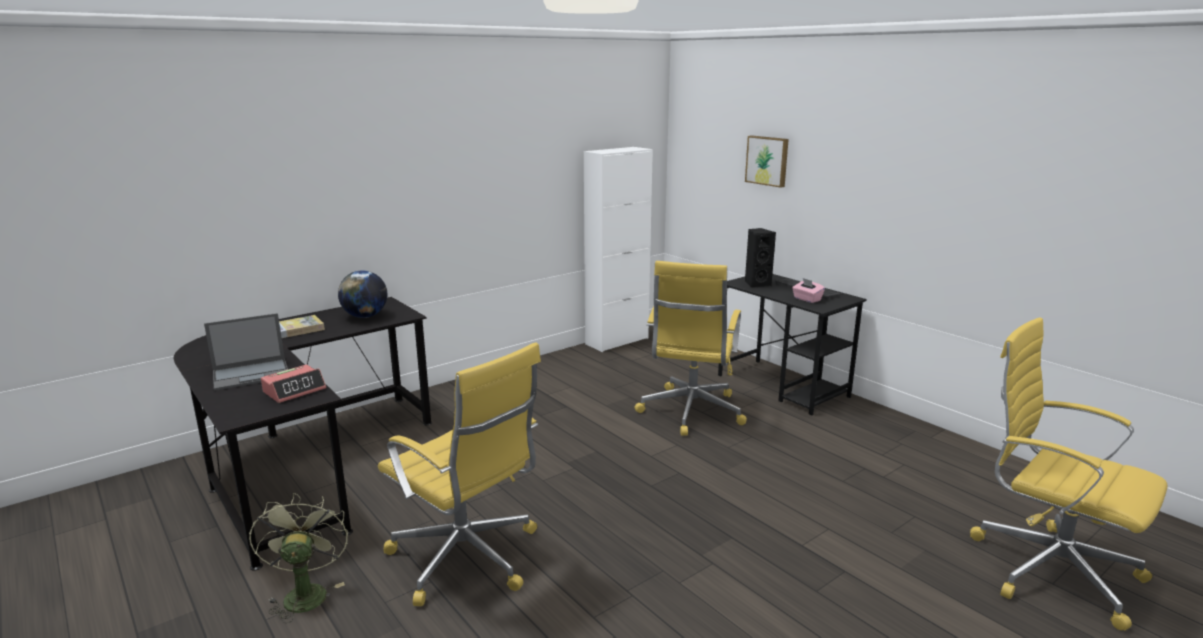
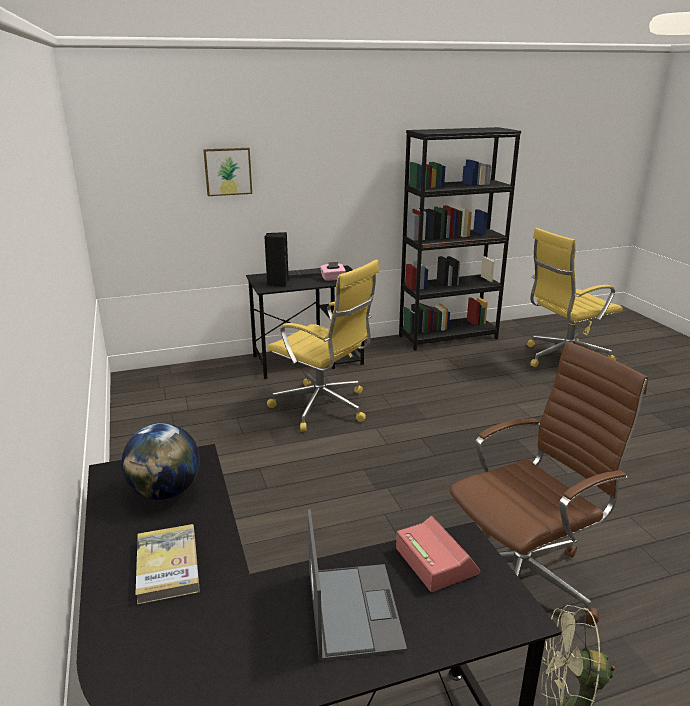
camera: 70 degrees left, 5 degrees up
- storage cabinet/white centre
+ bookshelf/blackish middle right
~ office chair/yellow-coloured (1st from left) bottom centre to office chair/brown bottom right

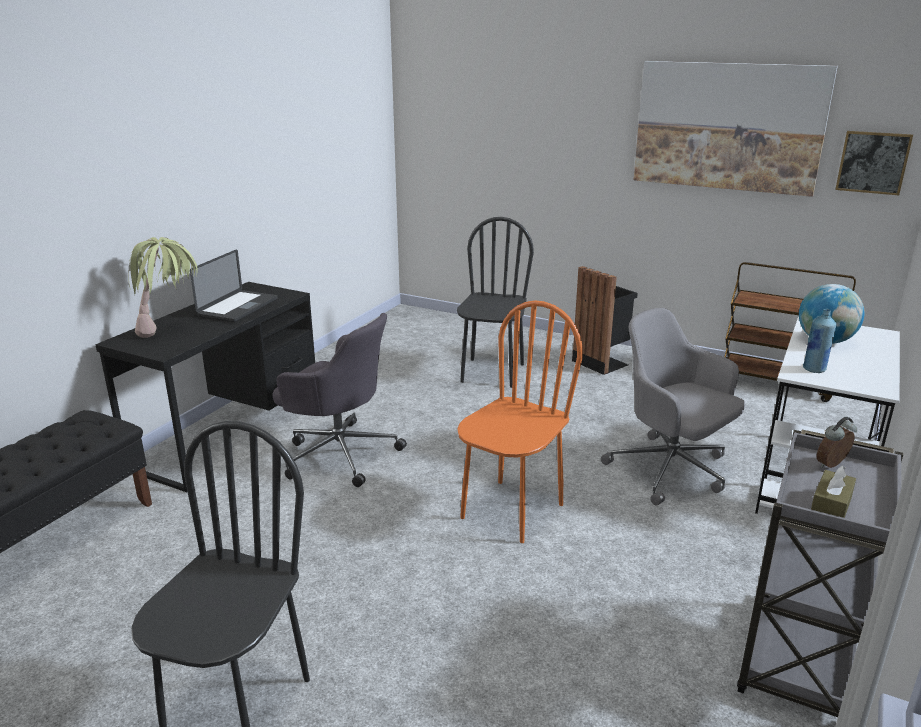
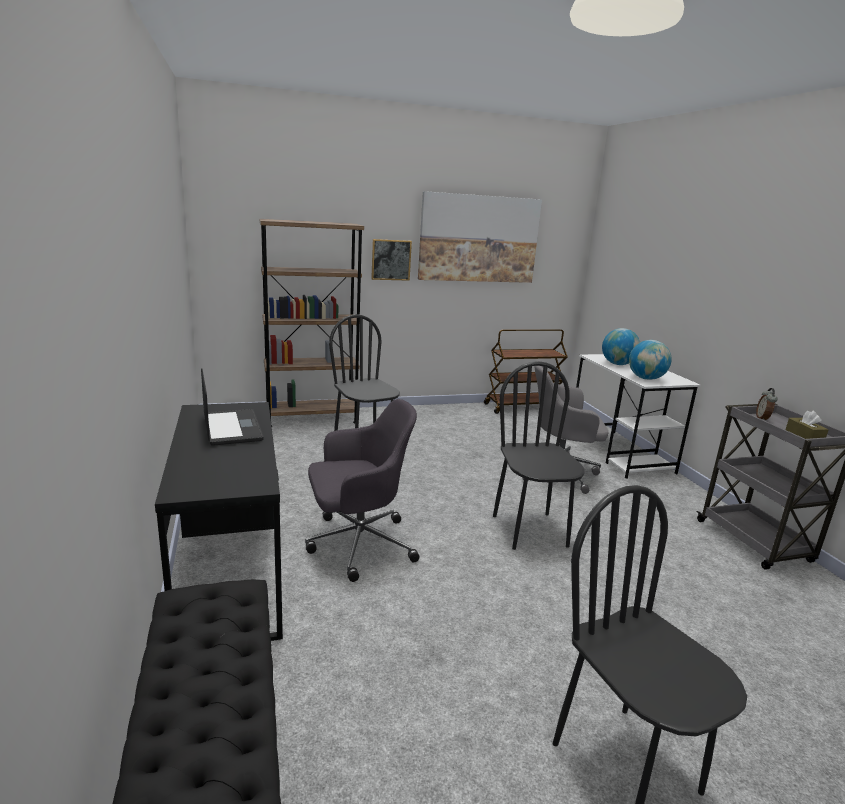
camera: 45 degrees left, 5 degrees down
- potted plant middle left
- trash can/blackish centre
+ bookshelf/brown centre
~ wall art (2nd from left in the first image) top right to wall art (1st from left) top centre
~ drink bottle/bluish middle right to desk globe (2nd from left) middle right
~ plain chair/orangey centre to plain chair/blackish (2nd from left) centre

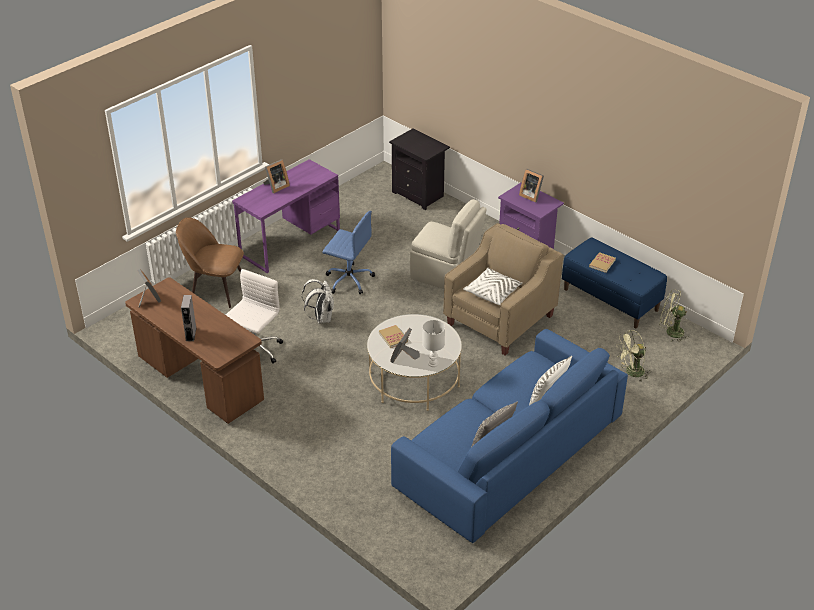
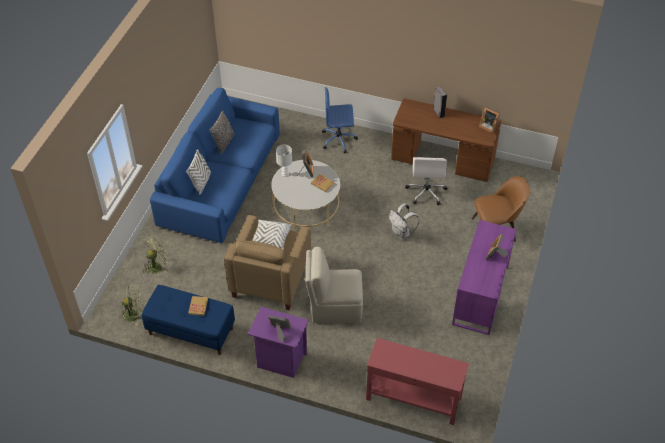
camera: 155 degrees right, 10 degrees up
~ office chair/bluish centre to top centre
~ nightstand/blackish top centre to narrow table/reddish bottom centre

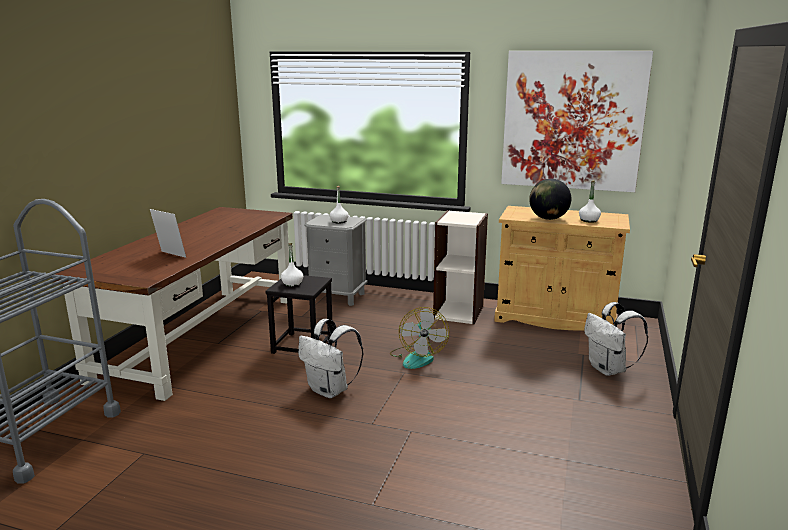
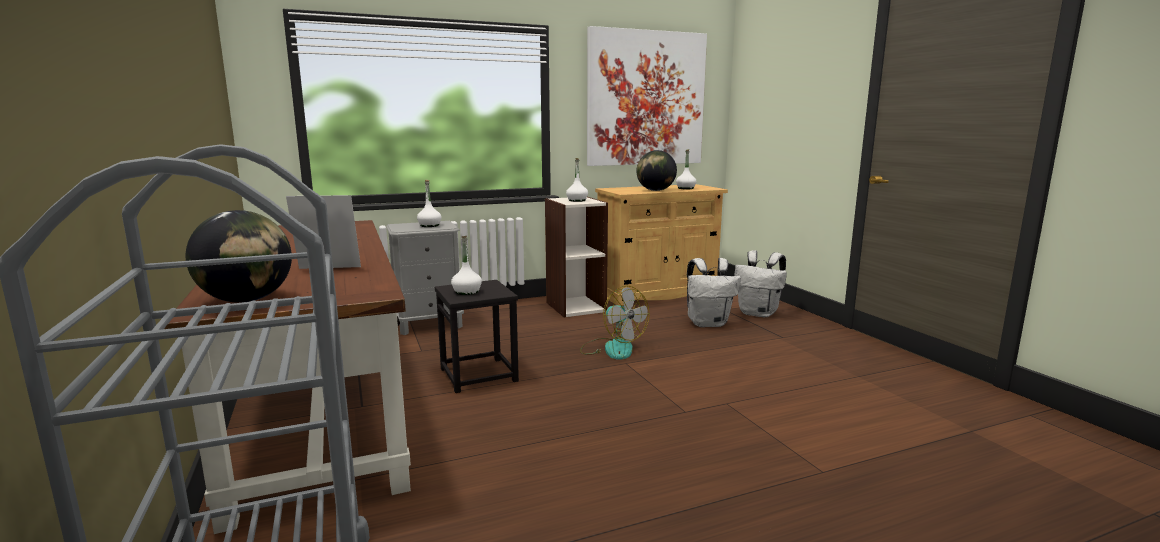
camera: 40 degrees left, 5 degrees down
+ desk globe (1st from left) middle left
+ drink bottle/white (3rd from left) top centre
~ rucksack/white (1st from left) bottom centre to centre

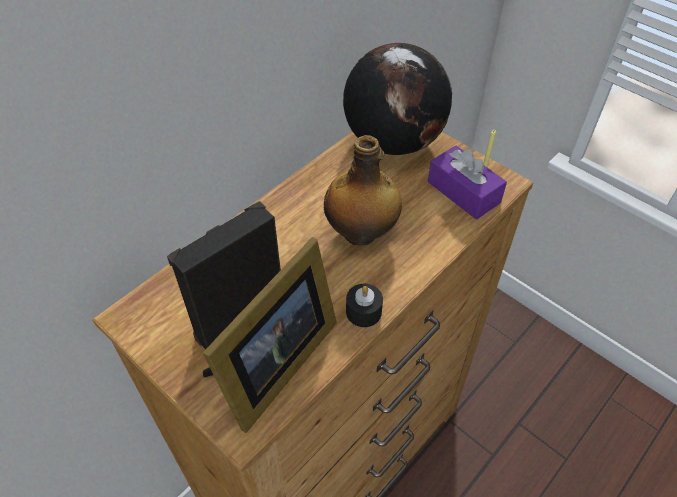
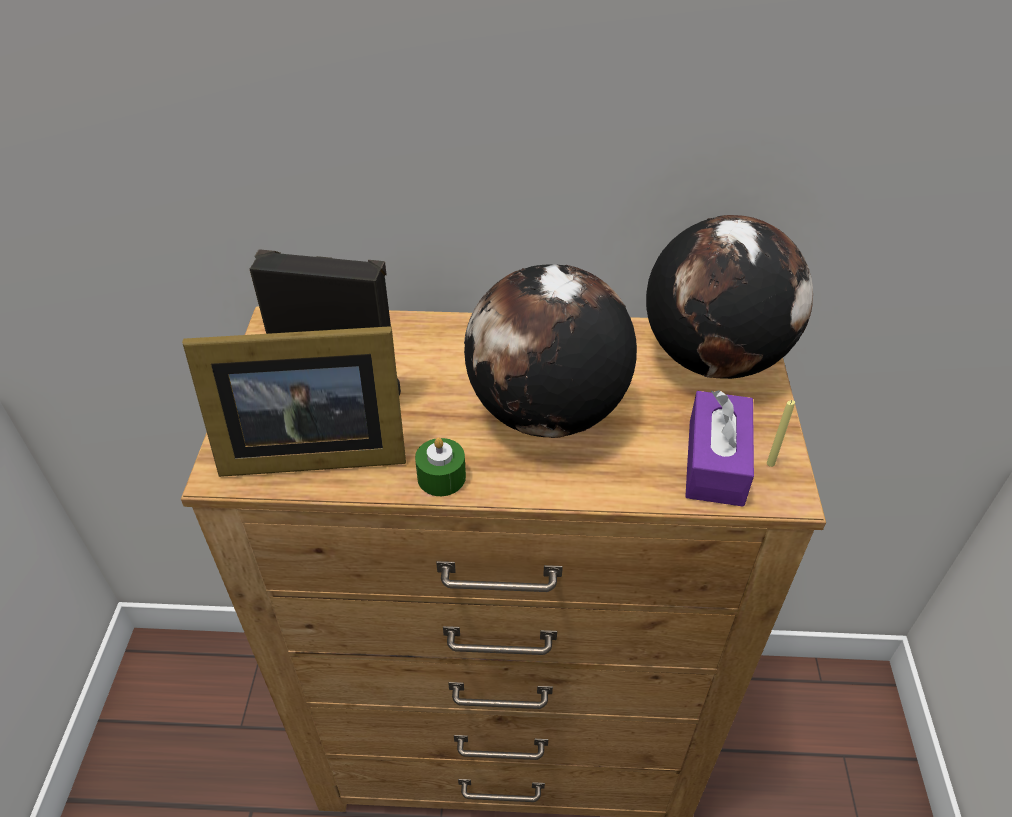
camera: 50 degrees right, 5 degrees down
~ drink bottle centre to desk globe (1st from left) centre
~ wax candle/blackish centre to wax candle/green-coloured centre

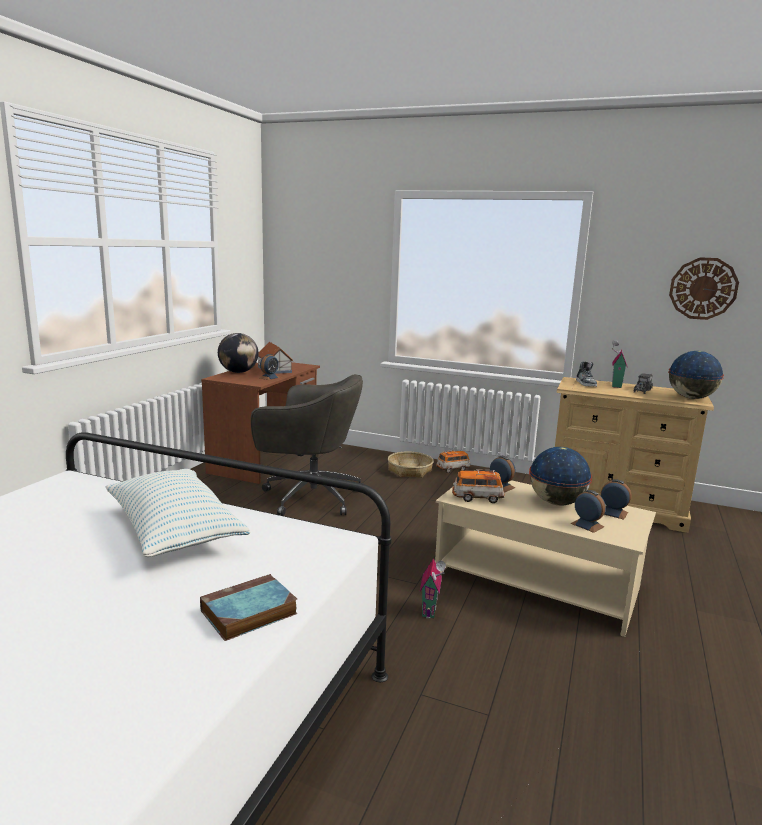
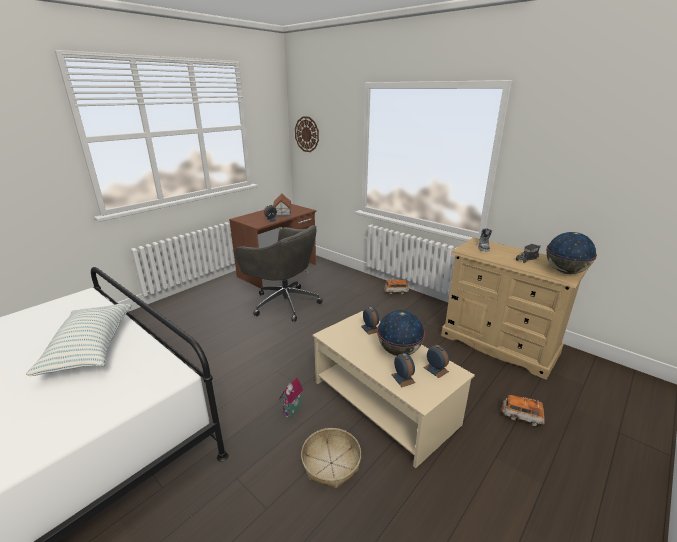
camera: 20 degrees right, 10 degrees up
- bound book bottom left
- desk globe (1st from left) middle left
- toy house (3rd from left) middle right
~ household basket centre to bottom centre
~ model car (2nd from left) centre to bottom right
~ wall clock middle right to top centre

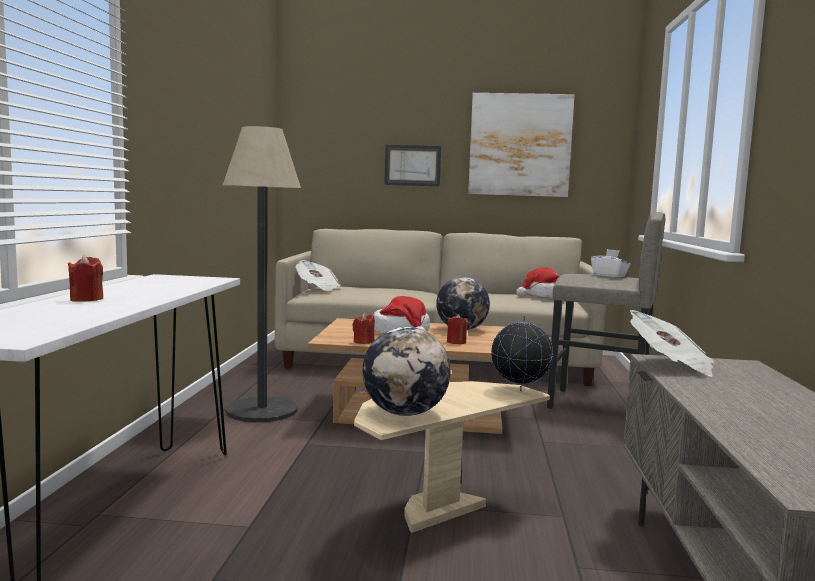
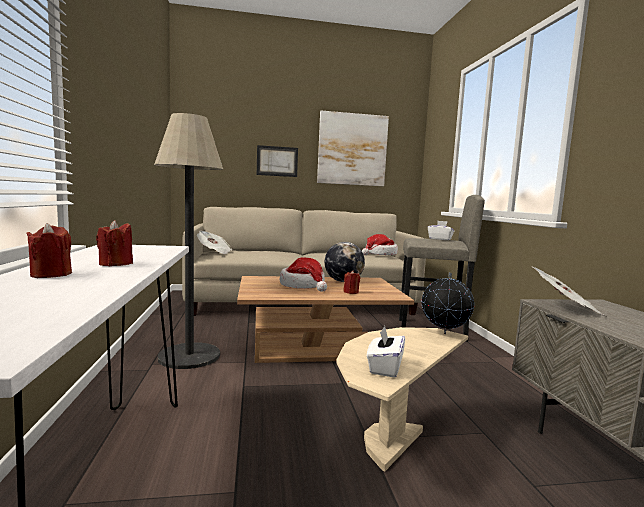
camera: 15 degrees left, 0 degrees up
~ wax candle/reddish (2nd from left) centre to middle left
~ desk globe (1st from left) centre to box of tissues/white (1st from left) bottom centre

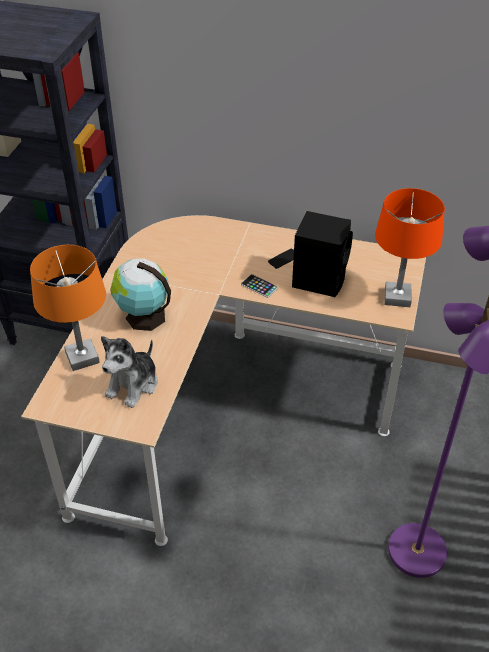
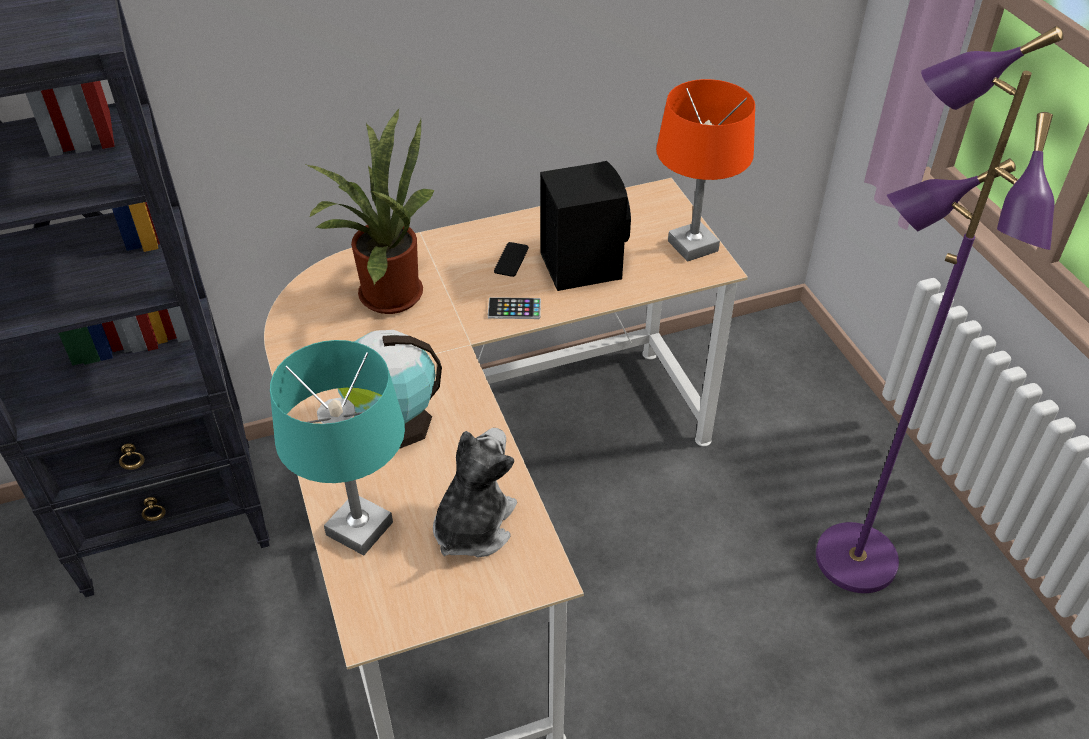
camera: 35 degrees left, 0 degrees up
+ potted plant top centre
~ tabletop lamp/orangey (1st from left) middle left to tabletop lamp/turquoise-coloured middle left
~ soft toy middle left = bottom centre 150 degrees counterclockwise

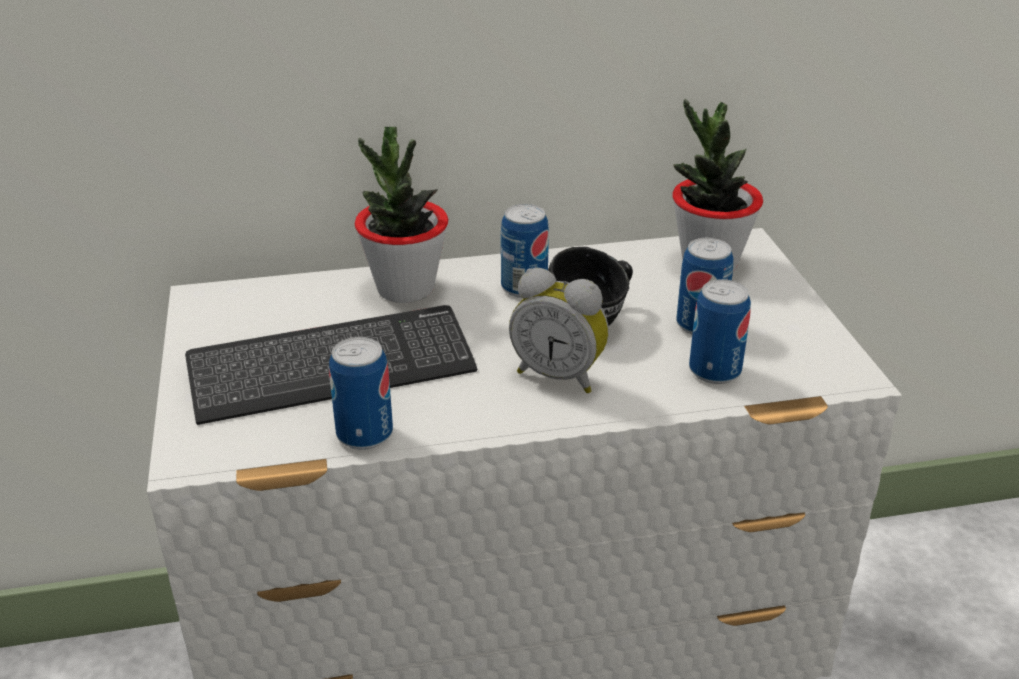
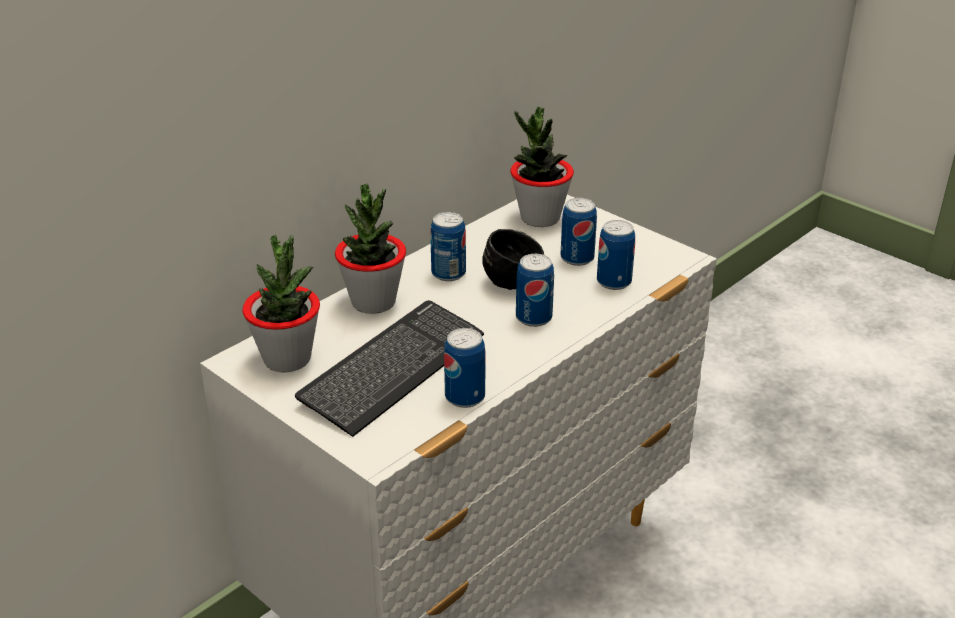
camera: 35 degrees left, 0 degrees up
+ potted plant (1st from left) middle left
~ table clock centre to metal can (3rd from left) centre

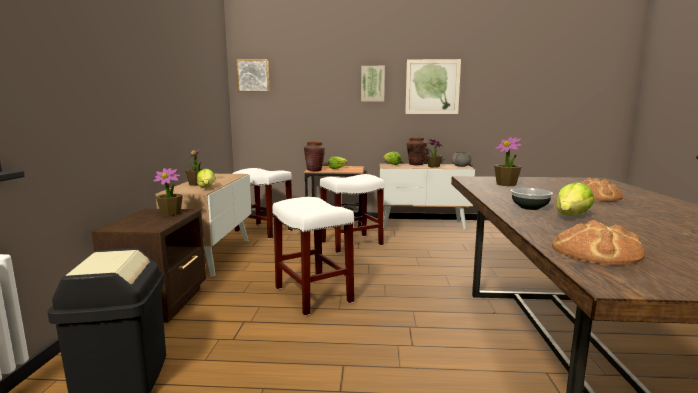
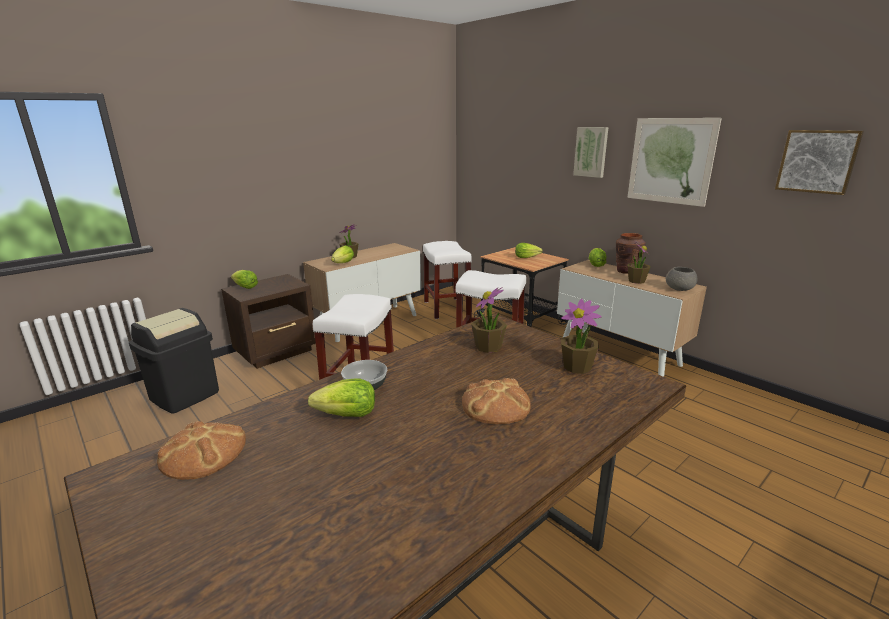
camera: 45 degrees right, 10 degrees up
- vase/brown (1st from left) centre
+ lettuce head (1st from left) middle left
~ potted plant (1st from left in the first image) middle left to potted plant (3rd from left) centre
~ wall art (1st from left in the first image) top centre to wall art (3rd from left) top right

